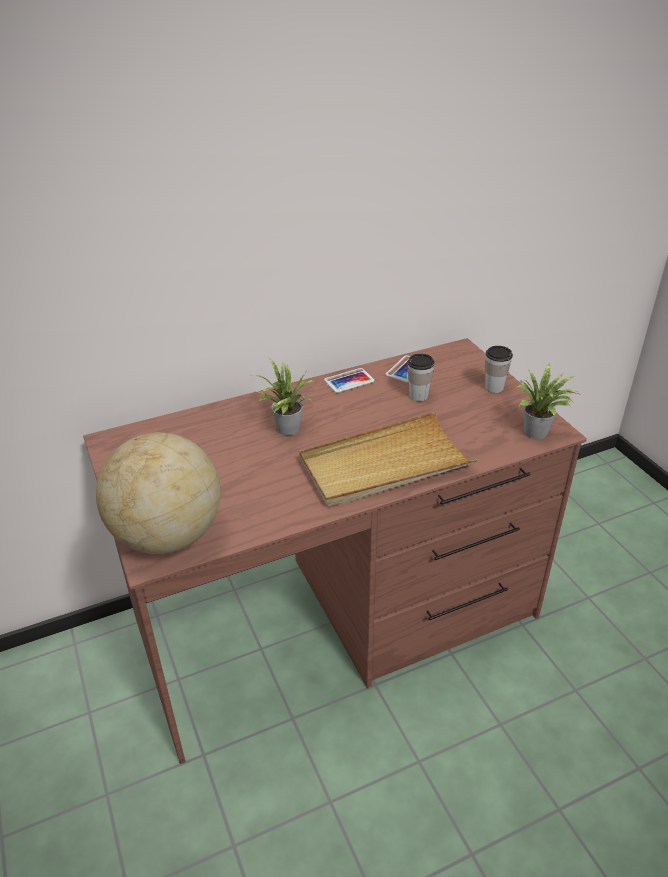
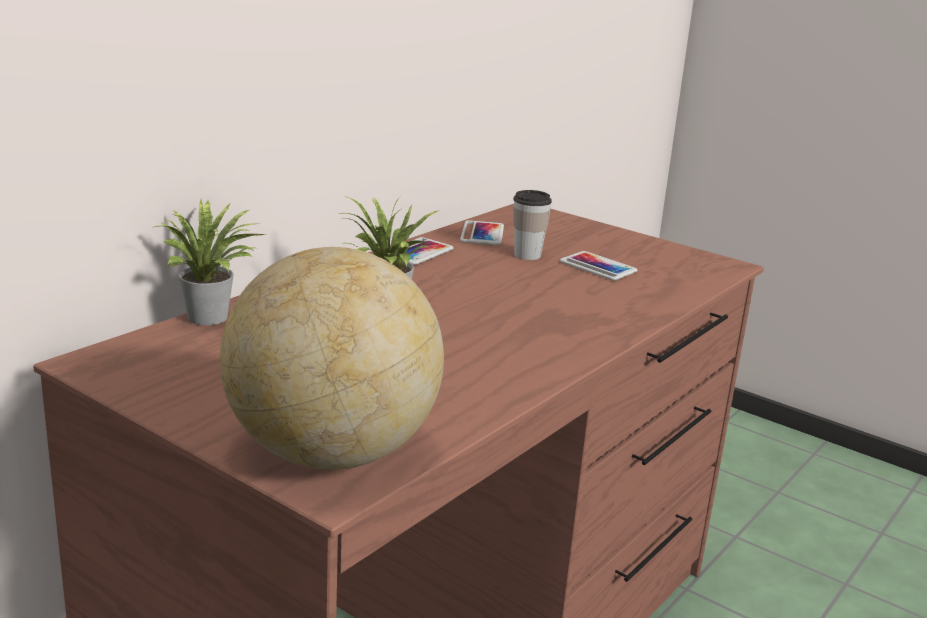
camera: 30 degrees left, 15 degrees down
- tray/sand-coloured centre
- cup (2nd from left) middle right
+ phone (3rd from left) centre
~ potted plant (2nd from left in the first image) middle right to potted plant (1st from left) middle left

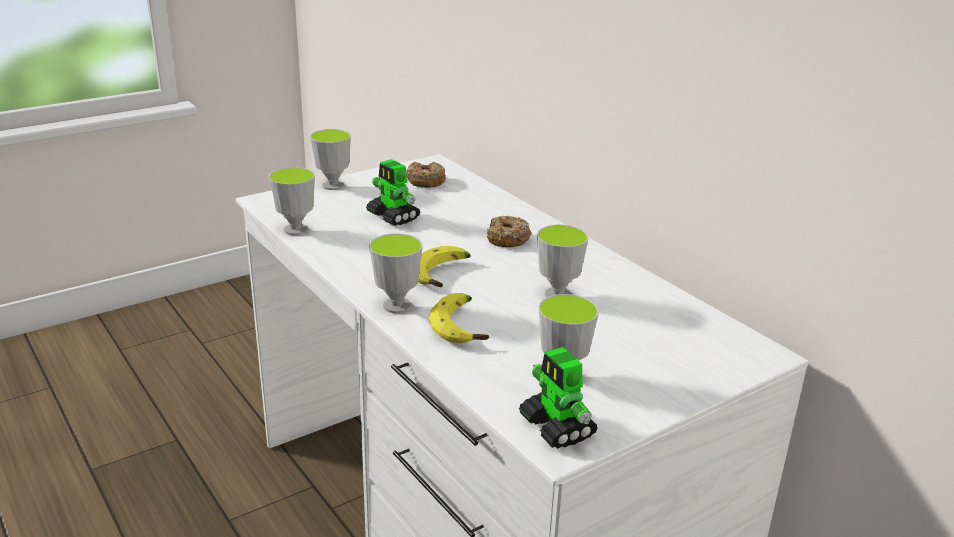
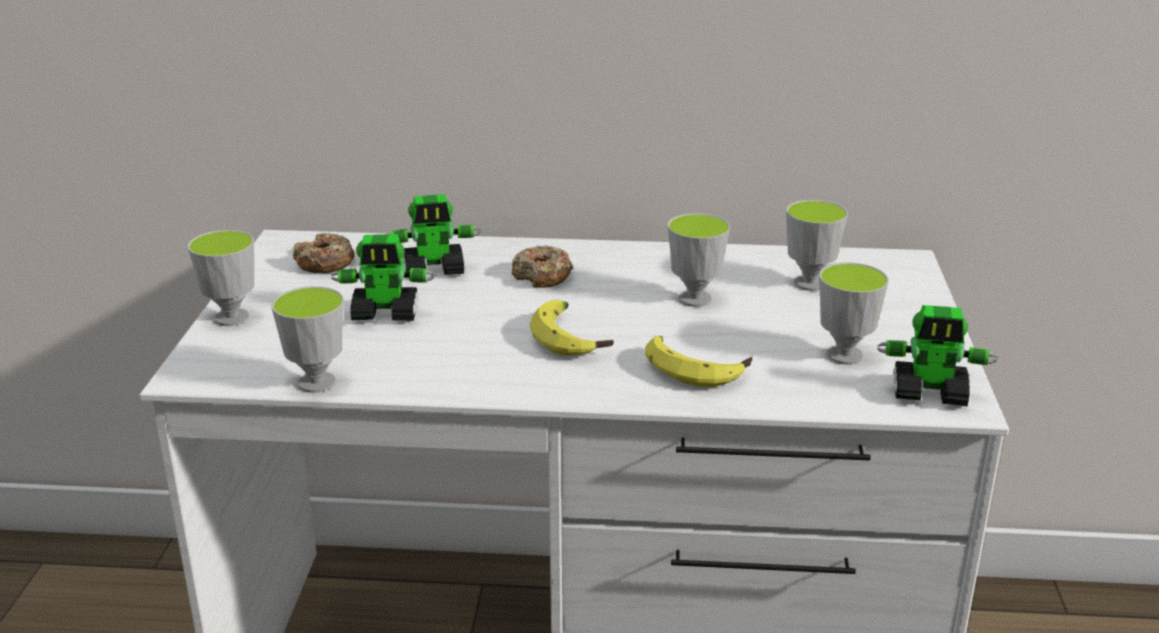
camera: 50 degrees left, 0 degrees up
+ toy robot (2nd from left) centre
~ cup (3rd from left in the first image) centre to cup (4th from left) middle right

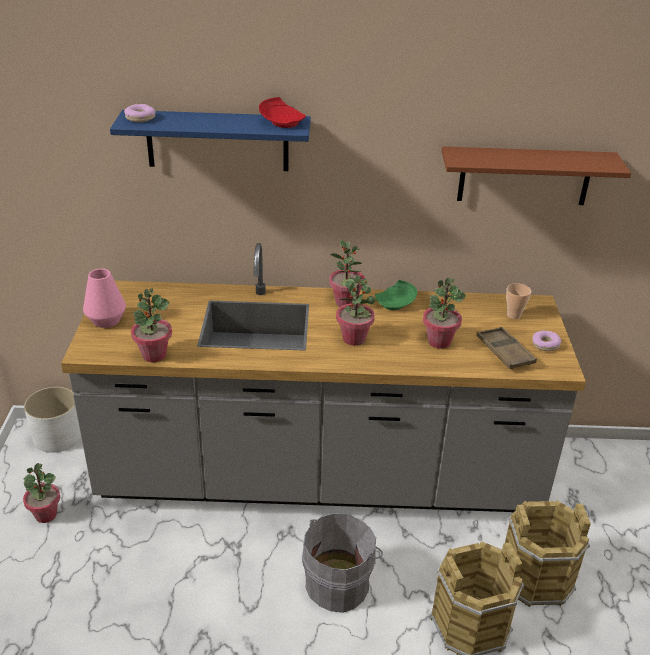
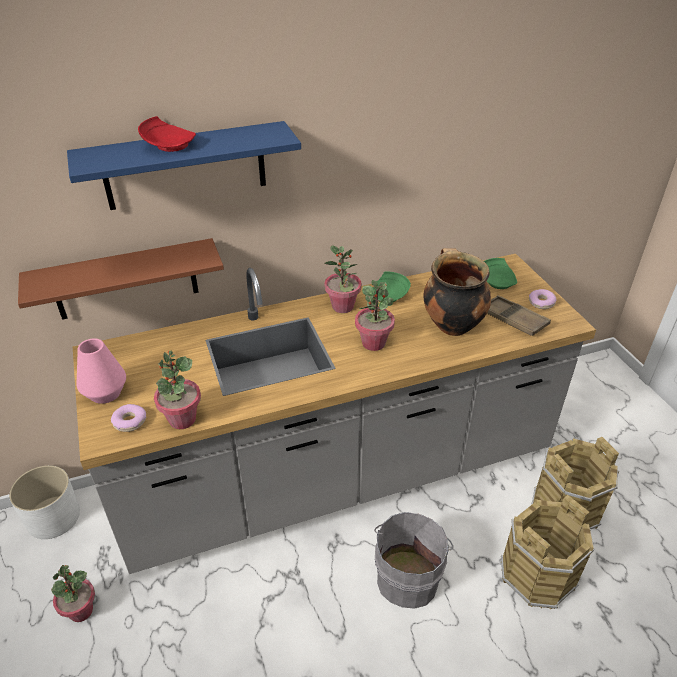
camera: 20 degrees left, 5 degrees up
~ doughnut (1st from left) top left to middle left
~ flat dish/reddish top centre to top left
~ wall shelf/brown top right to middle left
~ potted plant (5th from left) middle right to stockpot middle right
~ cup middle right to flat dish/green-coloured (2nd from left) middle right

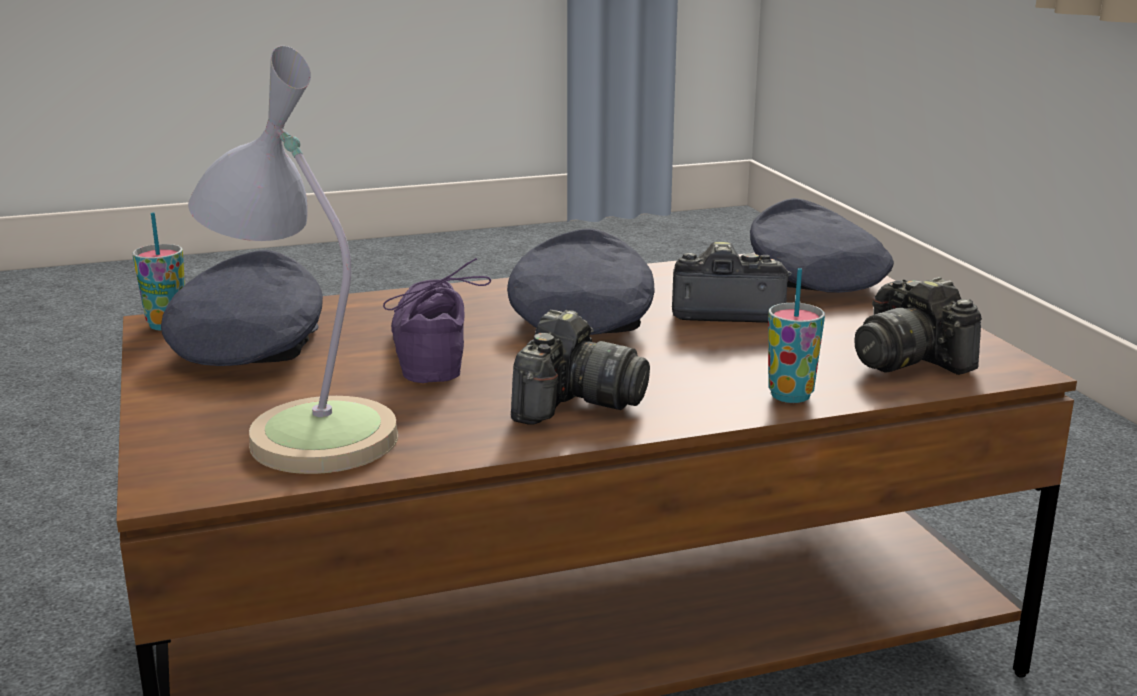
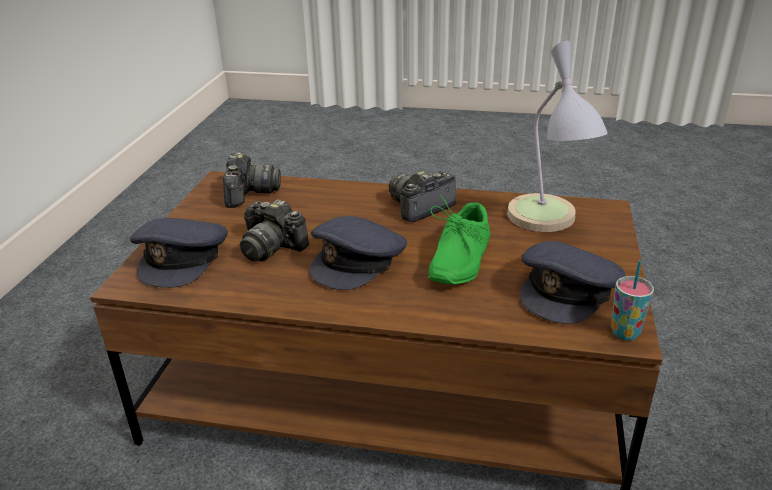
camera: 150 degrees left, 10 degrees up
- cup (2nd from left) middle right
~ low shoe/purple-coloured centre to low shoe/green-coloured centre

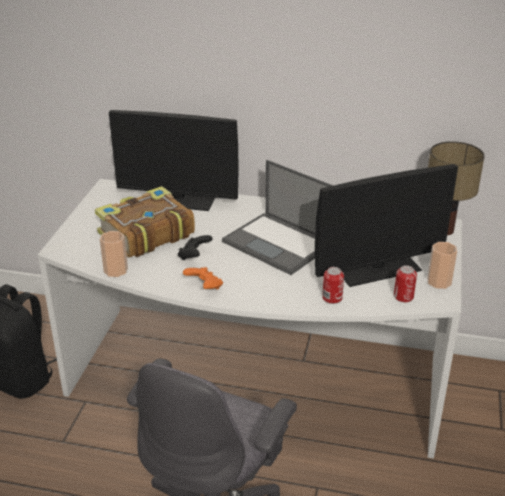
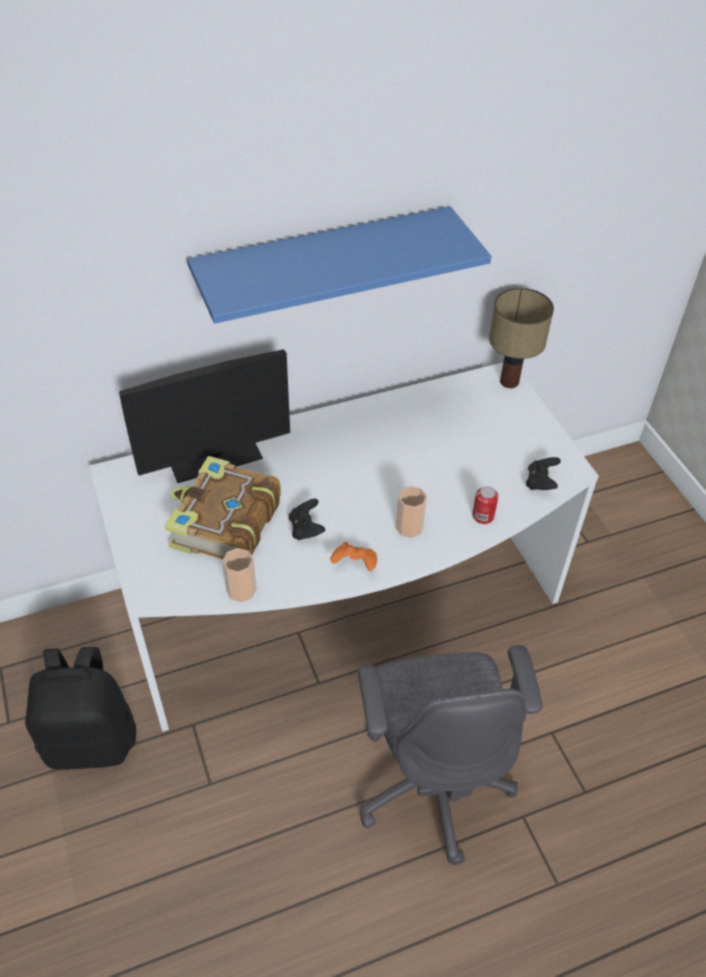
camera: 35 degrees left, 15 degrees up
- portable computer centre
- monitor (2nd from left) middle right
+ wall shelf/bluish top centre
~ cup (2nd from left) middle right to centre
~ metal can (2nd from left) middle right to gamepad/blackish (2nd from left) middle right

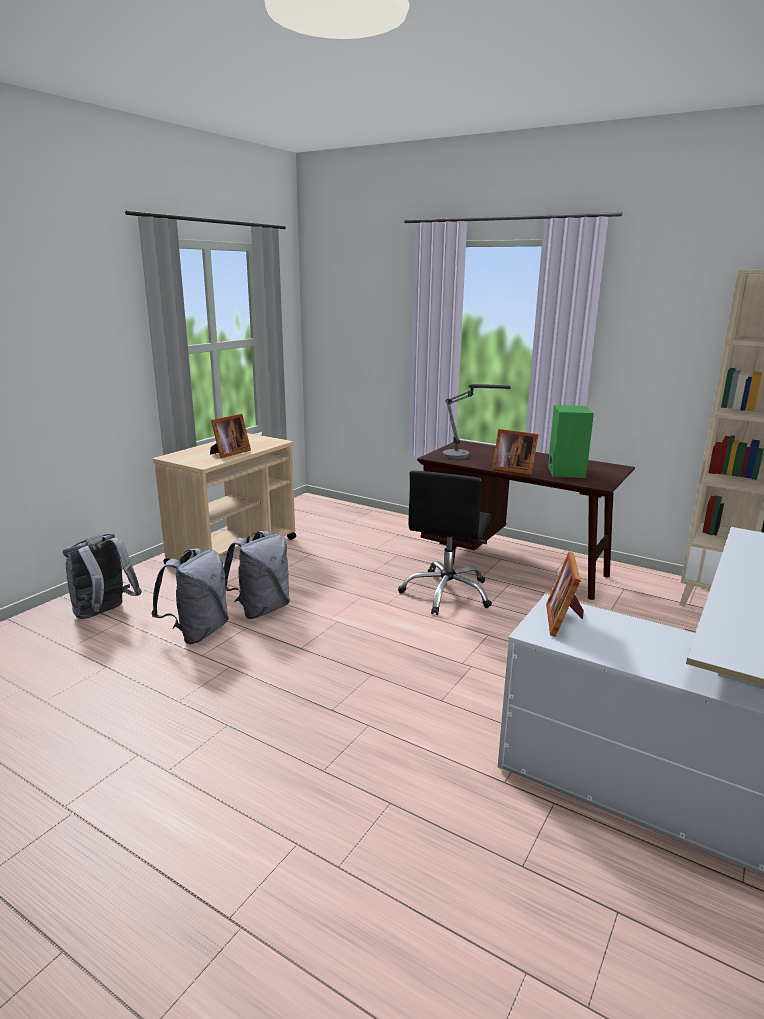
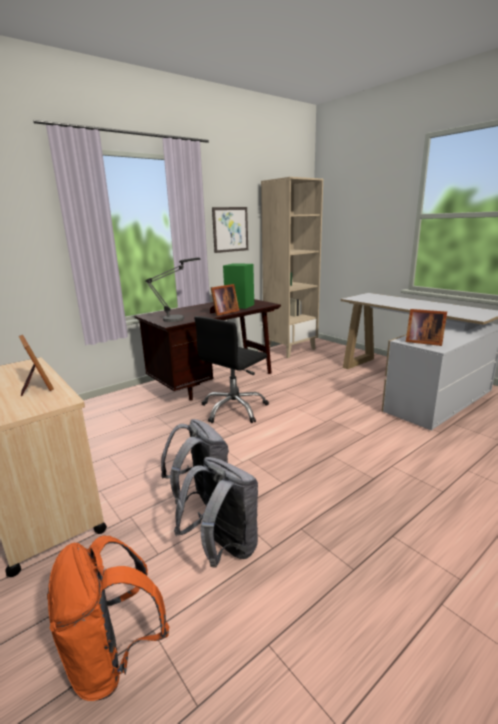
camera: 70 degrees left, 0 degrees up
+ wall art top centre
~ rucksack/gray (1st from left) middle left to rucksack/orangey bottom left
~ office chair/blackish centre = centre 90 degrees clockwise

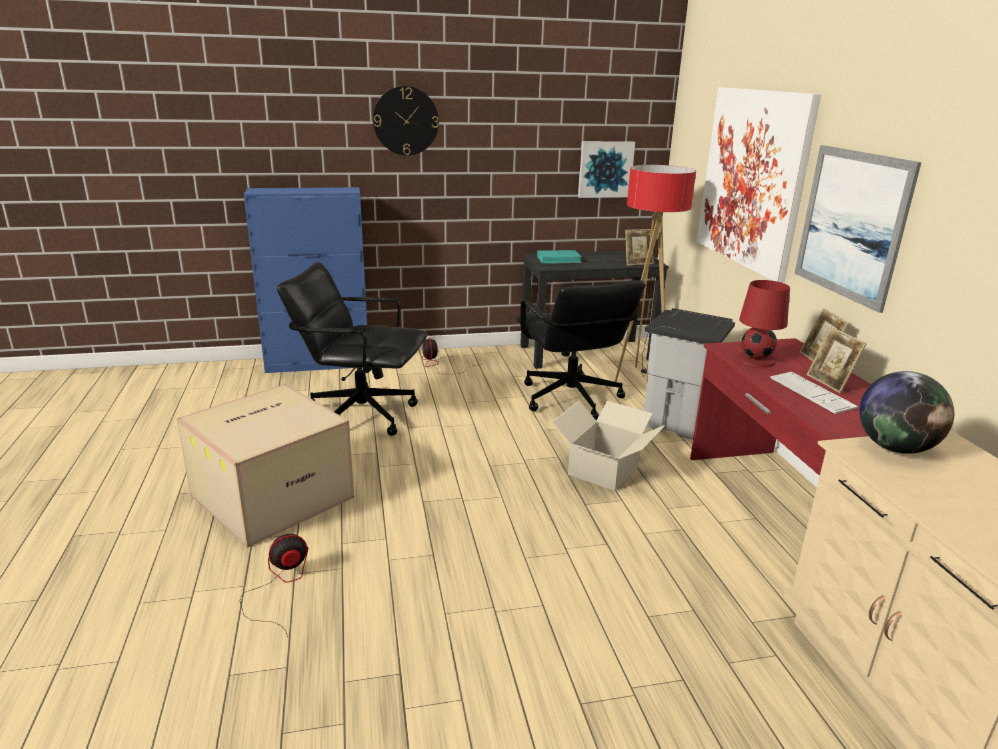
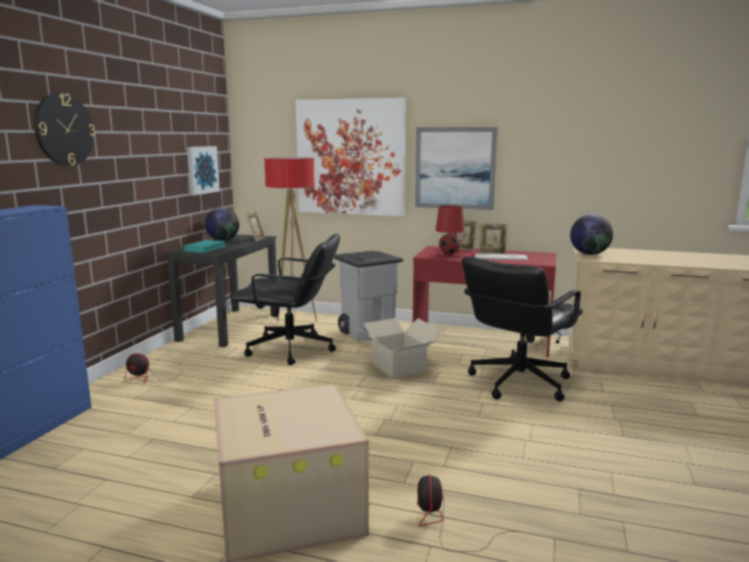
camera: 60 degrees left, 10 degrees down
+ desk globe (1st from left) middle left
~ office chair/blackish (1st from left in the first image) centre to office chair/blackish (2nd from left) middle right

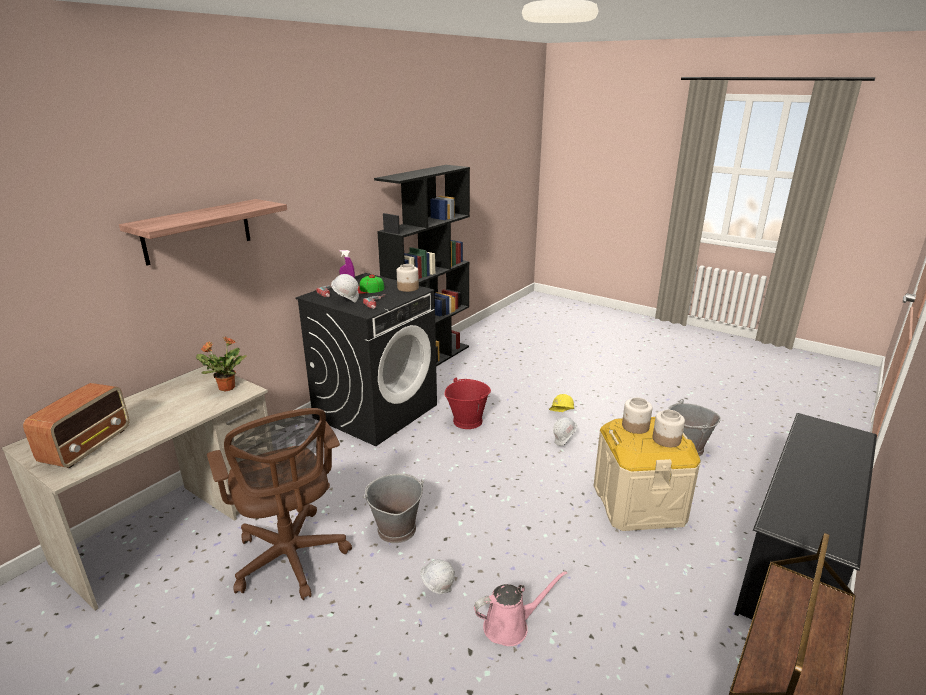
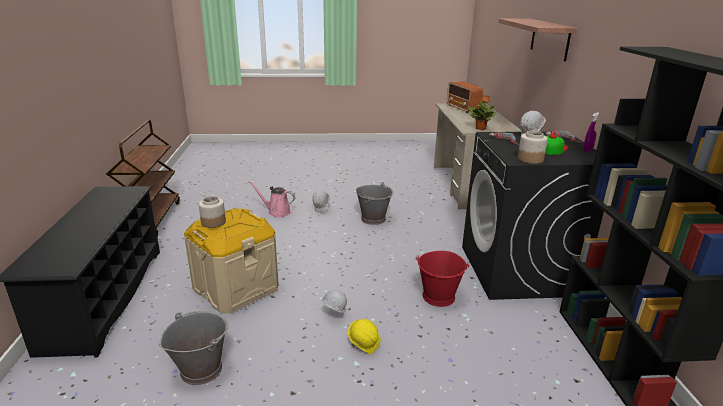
camera: 140 degrees right, 0 degrees up
- office chair/brown bottom left
- storage jar (2nd from left) middle right
~ watering pot/pinkish bottom centre = centre 75 degrees clockwise

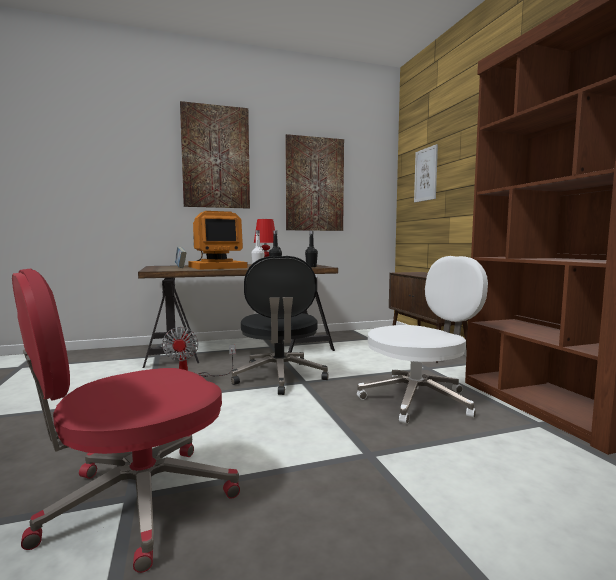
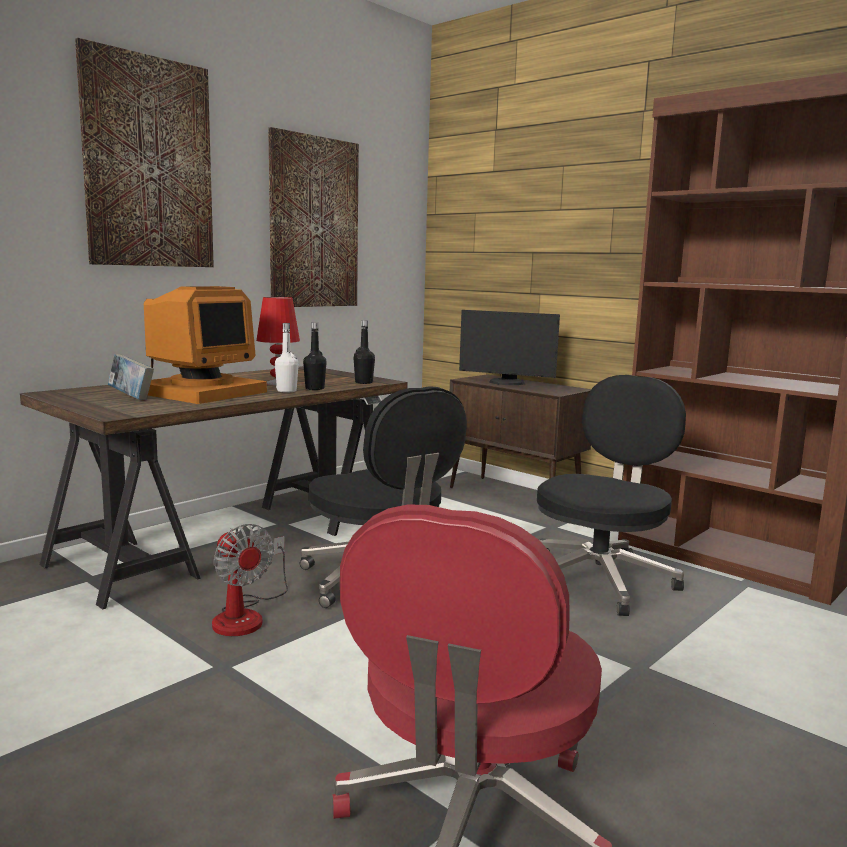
camera: 30 degrees left, 5 degrees up
- wall art (3rd from left) top right
+ monitor (2nd from left) centre
~ office chair/white middle right to office chair/blackish (2nd from left) middle right

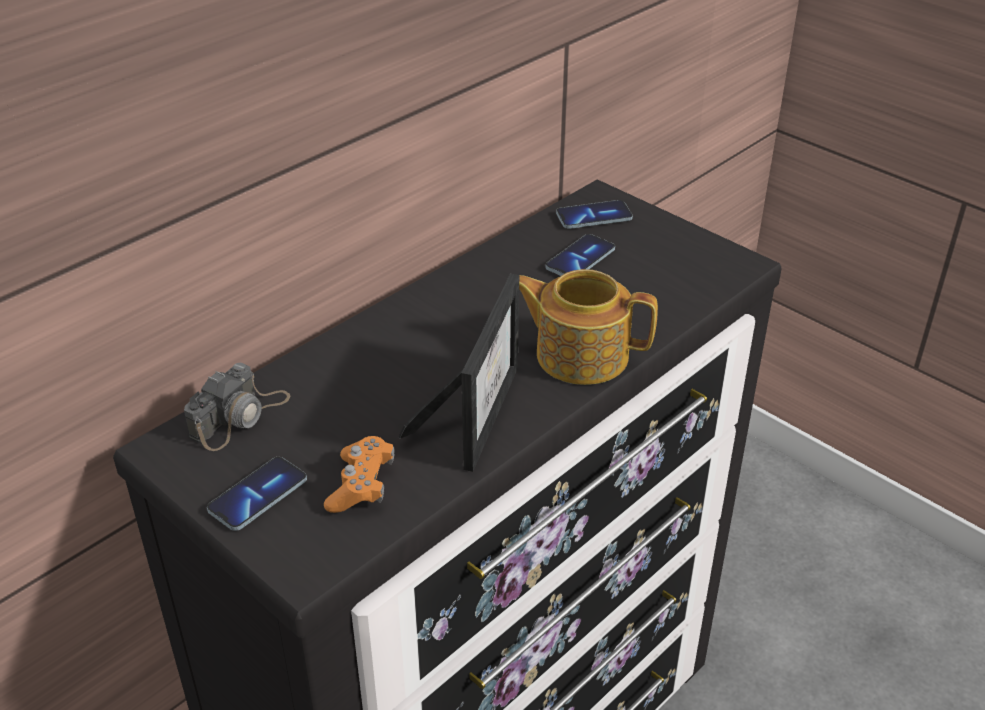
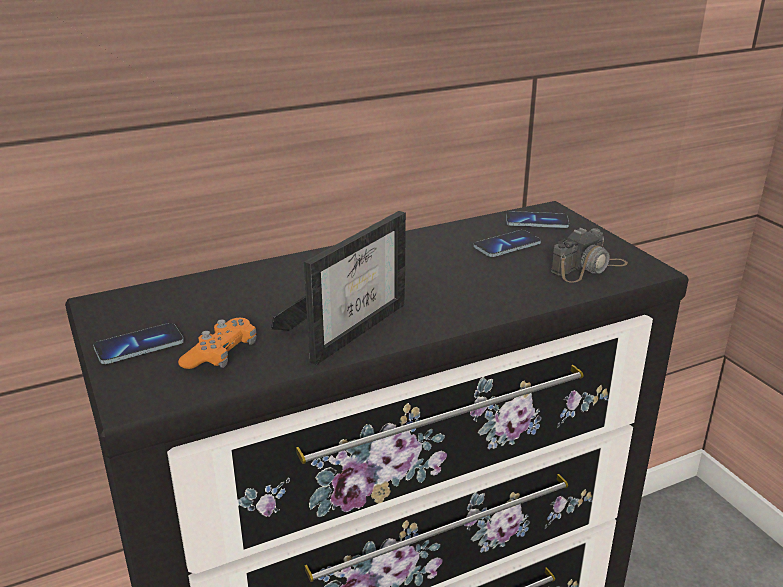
camera: 20 degrees right, 10 degrees down
- pot for tea centre
~ photo camera middle left to middle right

